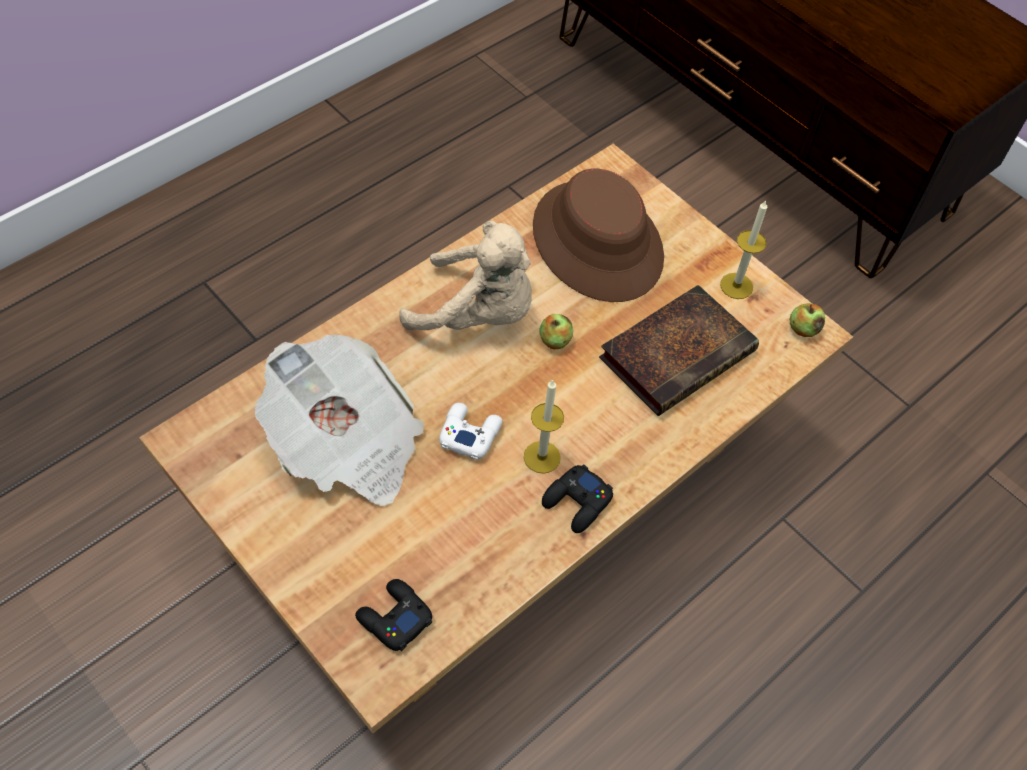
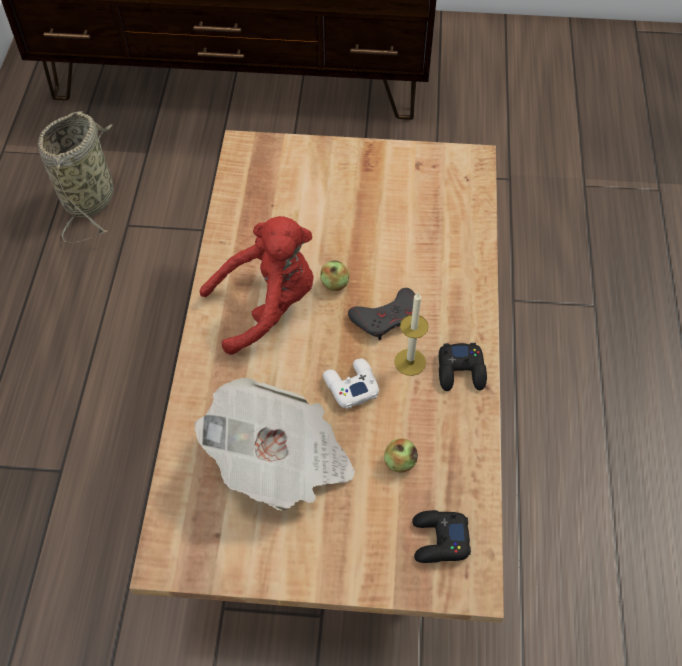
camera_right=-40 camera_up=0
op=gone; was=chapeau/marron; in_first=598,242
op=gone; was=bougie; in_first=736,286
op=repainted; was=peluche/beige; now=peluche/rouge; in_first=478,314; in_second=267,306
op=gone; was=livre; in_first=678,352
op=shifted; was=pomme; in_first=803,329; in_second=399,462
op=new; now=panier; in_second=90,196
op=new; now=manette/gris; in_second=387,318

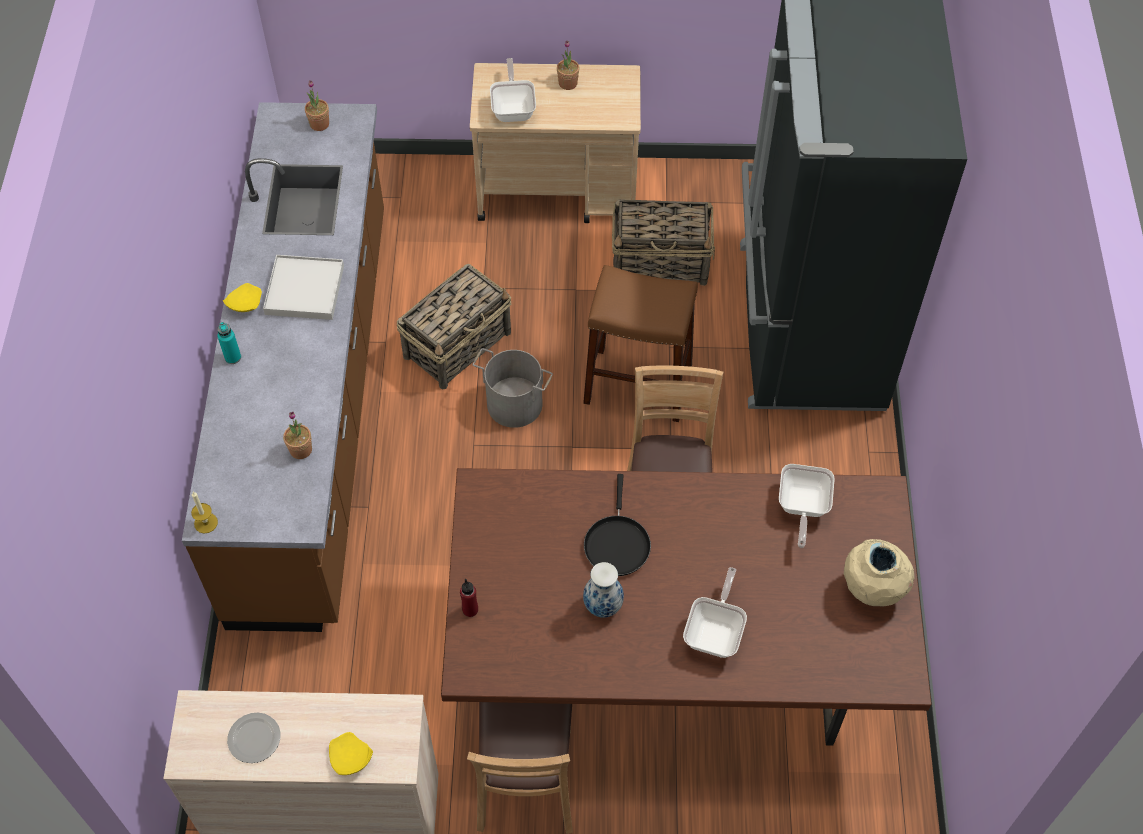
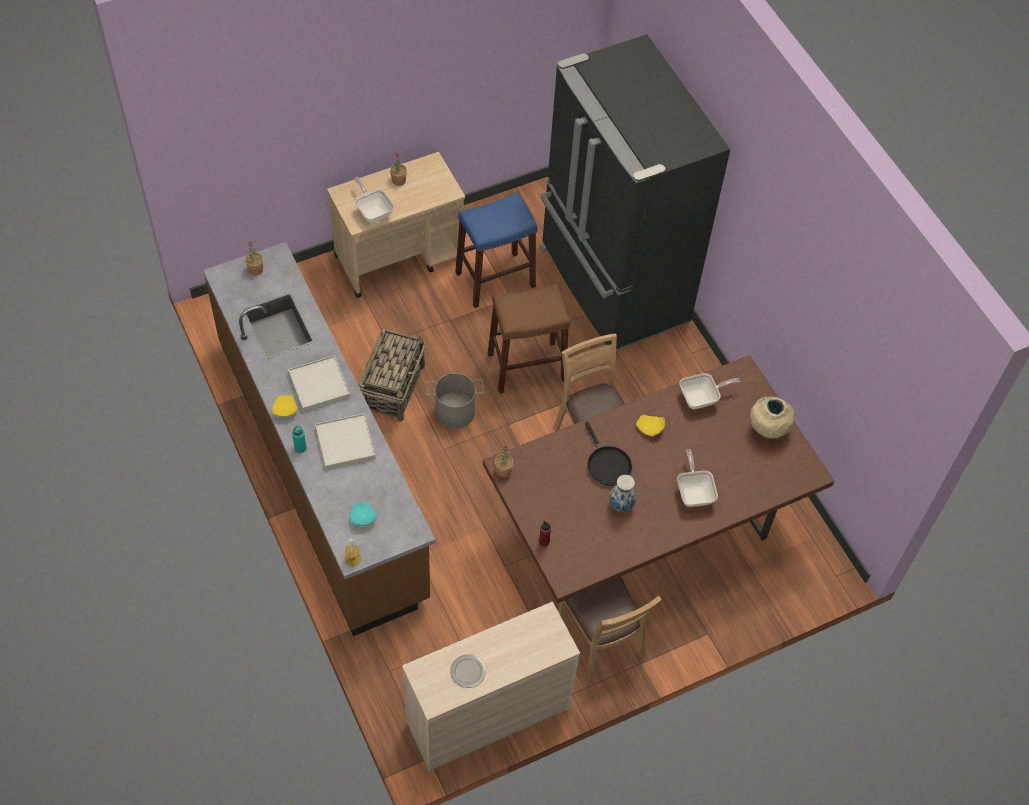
camera_right=-30 camera_up=0
op=swapped; was=panier; now=tabouret/bleu; in_first=661,262; in_second=495,279
op=shifted; was=plante en pot; in_first=301,450; in_second=503,471
op=rotated; was=poêle; in_first=801,508; in_second=702,398; clockwise=-90
op=shifted; was=assiette/jaune; in_first=350,759; in_second=650,428
op=new; now=plateau/blanc; in_second=345,443
op=new; now=assiette/turquoise; in_second=362,518

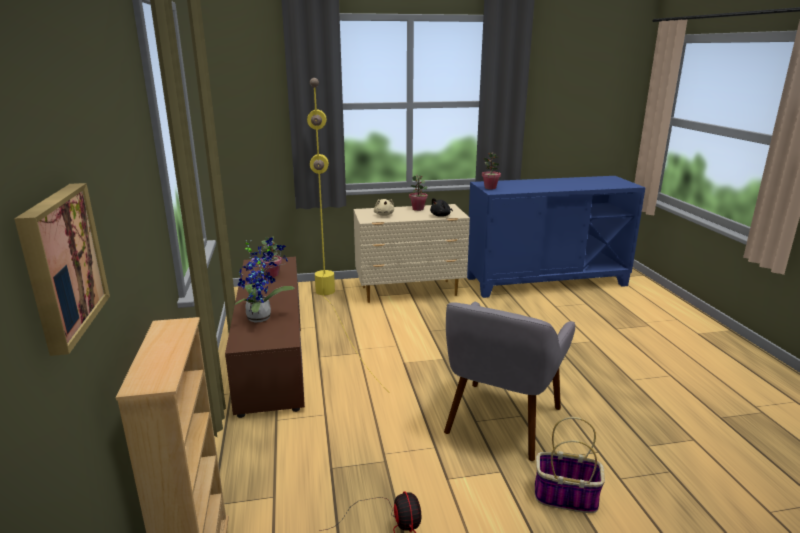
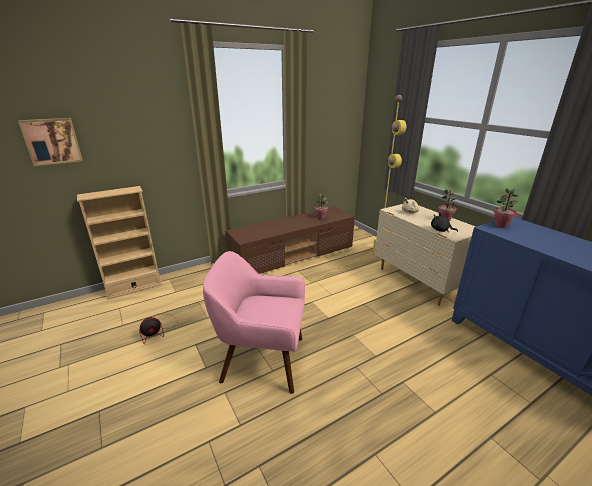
camera_right=70 camera_up=5
op=gone; was=plante en pot; in_first=262,317
op=repainted; was=fauteuil/gris; now=fauteuil/rose; in_first=501,421; in_second=262,360
op=gone; was=panier; in_first=564,497

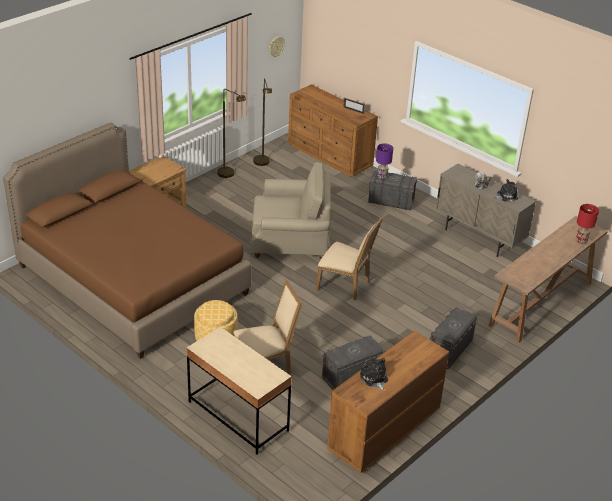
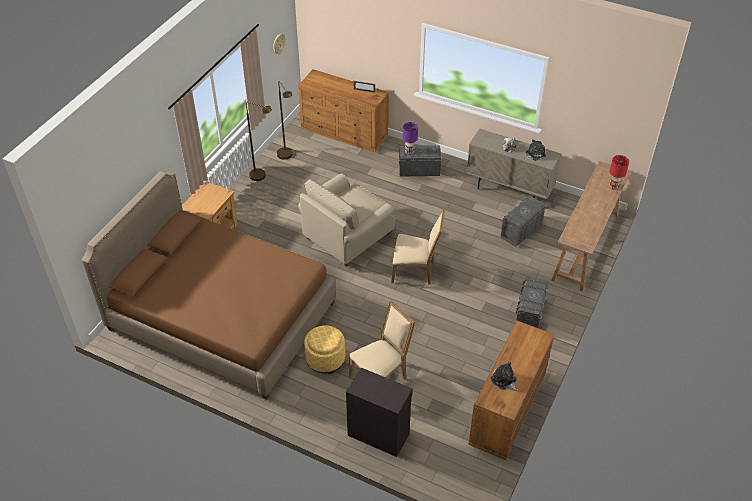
camera_right=-15 camera_up=10
op=rotated; was=fauteuil/beige; in_first=290,241; in_second=348,236; clockwise=150
op=swapped; was=bureau/beige; now=meuble de rangement/noir; in_first=238,416; in_second=378,433
op=shifted; was=boîte de rangement/gris; in_first=351,376; in_second=521,231

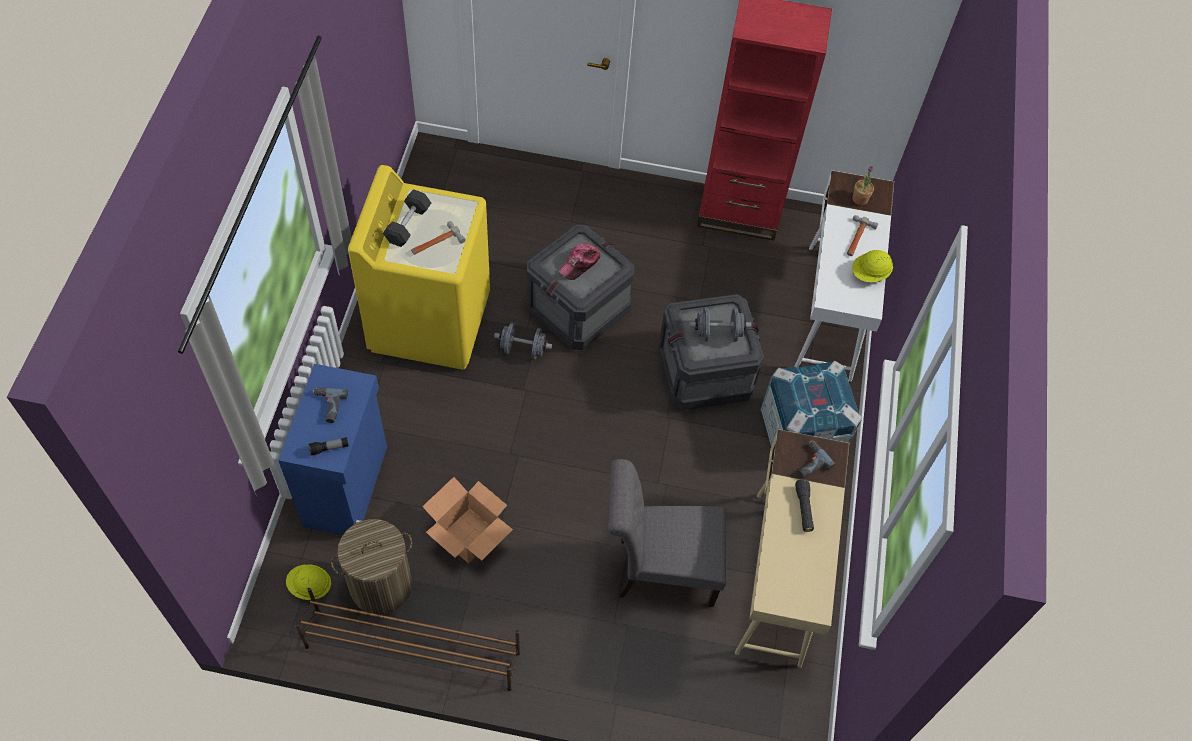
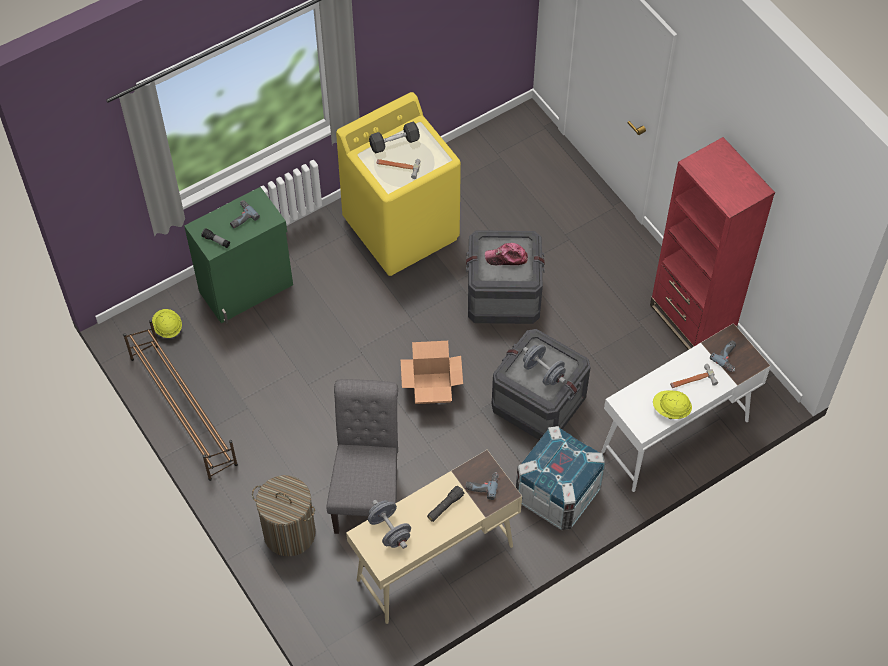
camera_right=50 camera_up=0
op=swapped; was=plante en pot; now=perceuse; in_first=860,199; in_second=728,357
op=shifted; was=haltère/gris; in_first=523,349; in_second=389,530
op=repainted; was=meuble de rangement/bleu; now=meuble de rangement/vert; in_first=348,486; in_second=247,289
op=rotated; was=chaise/gris; in_first=658,570; in_second=368,493; clockwise=45
op=shifted; was=carton; in_first=469,534; in_second=432,388
op=shifted; was=panier à linge; in_first=380,585; in_second=289,533

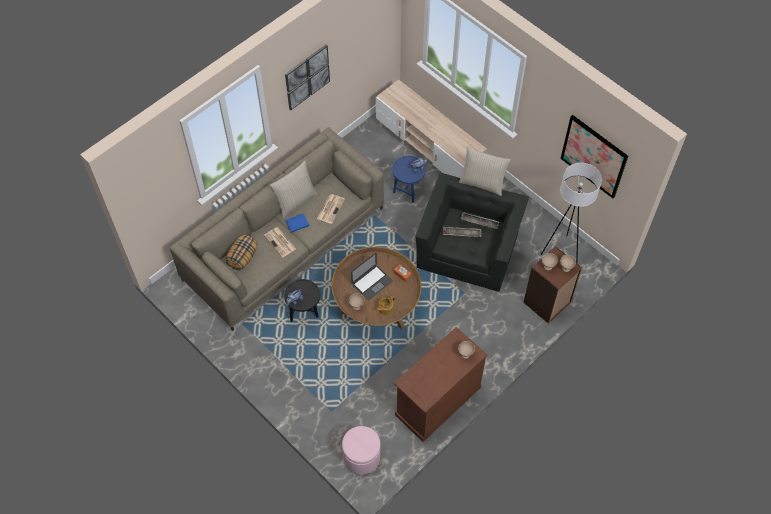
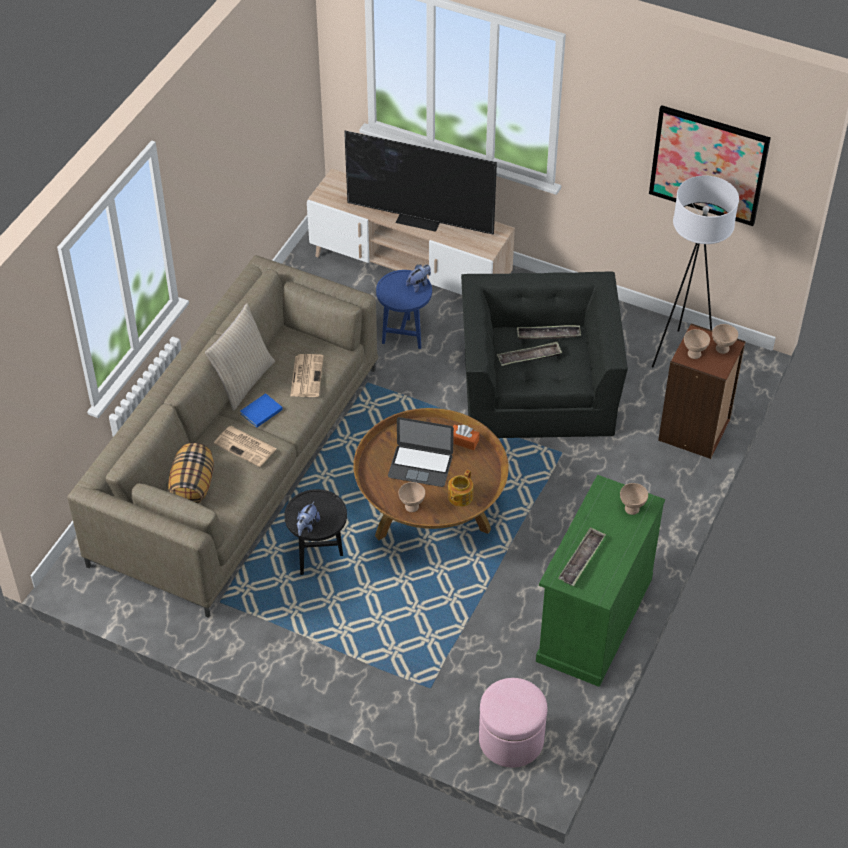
camera_right=-20 camera_up=-10
op=gone; was=tableau; in_first=307,77
op=gone; was=coussin/beige; in_first=482,183
op=rotated; was=ordinateur portable; in_first=372,282; in_second=420,465; clockwise=75
op=repainted; was=meuble de rangement/marron; now=meuble de rangement/vert; in_first=437,401; in_second=594,619
op=new; now=téléviseur; in_second=420,219
op=new; now=plateau; in_second=581,559

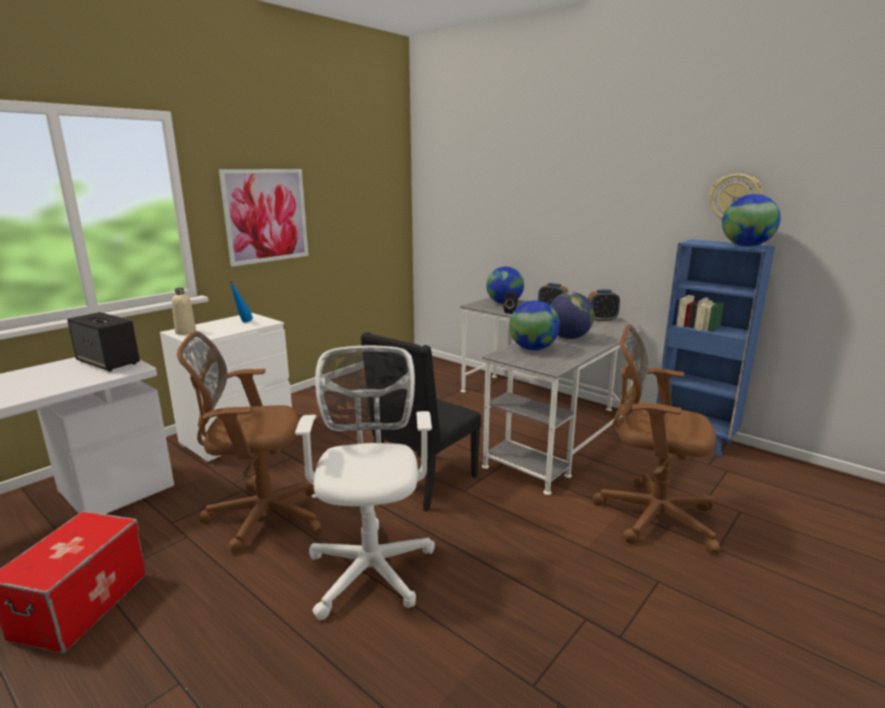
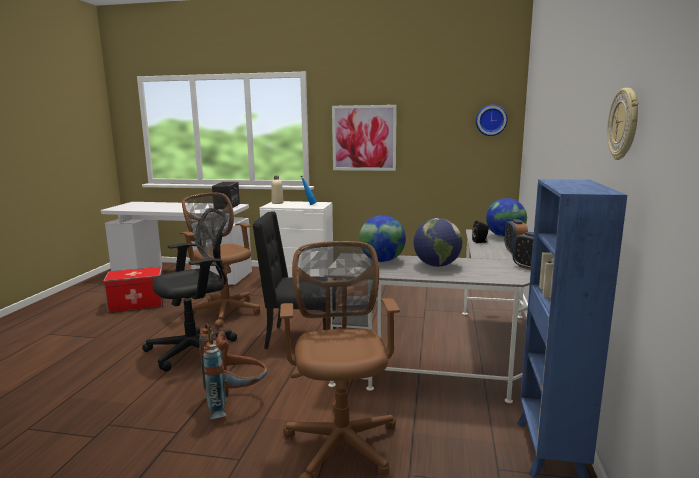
camera_right=60 camera_up=-5
op=gone; was=globe; in_first=746,246
op=repainted; was=chaise de bureau/blanc; now=chaise de bureau/noir; in_first=371,566; in_second=196,350
op=new; now=horloge murale; in_second=491,120
op=new; now=sac à dos/marron; in_second=235,403

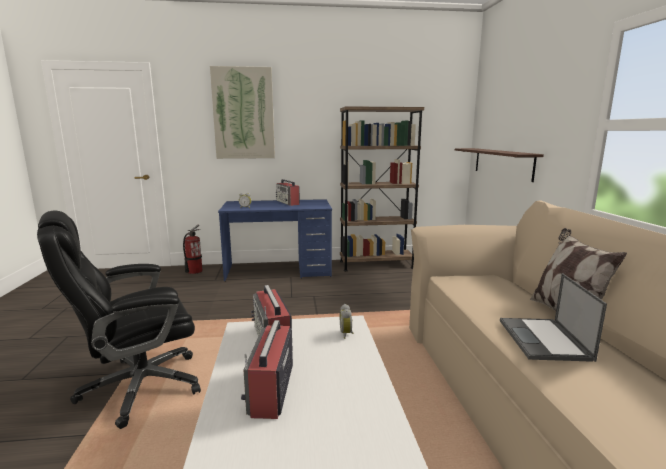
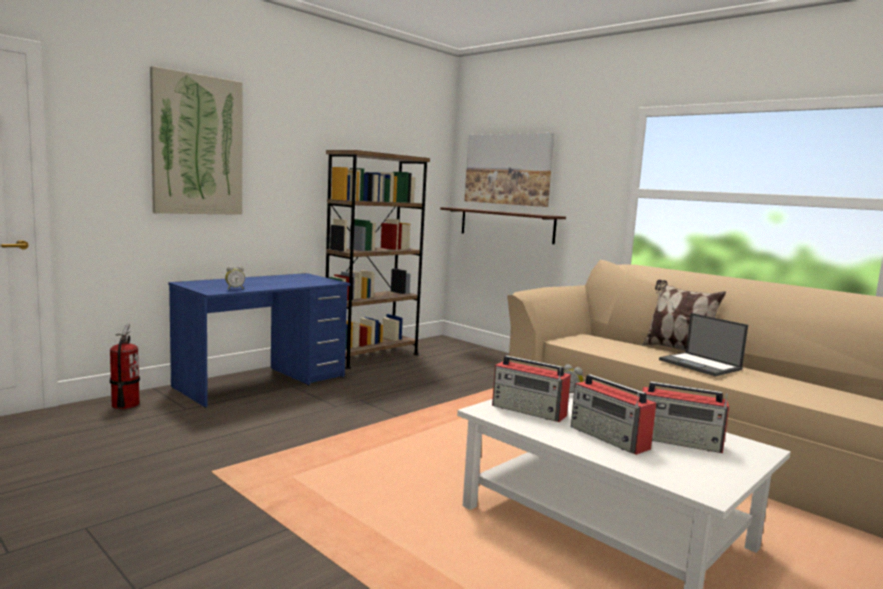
camera_right=-40 camera_up=-5
op=shifted; was=radio; in_first=288,203; in_second=680,441
op=gone; was=chaise de bureau/noir; in_first=139,387
op=new; now=tableau; in_second=508,169

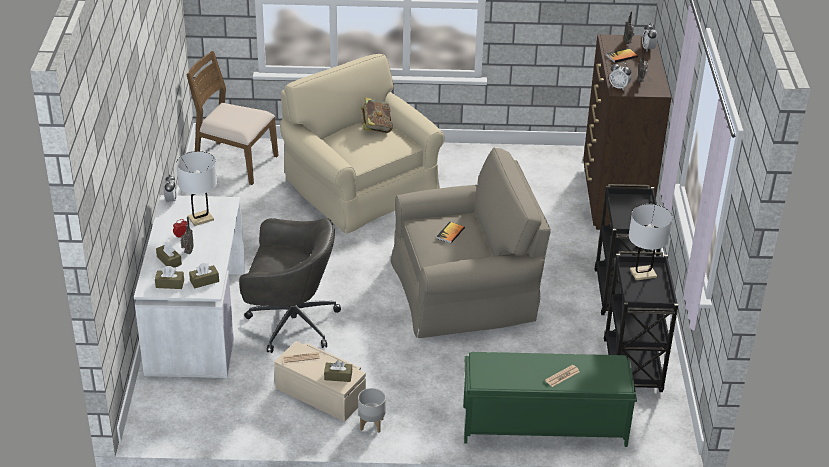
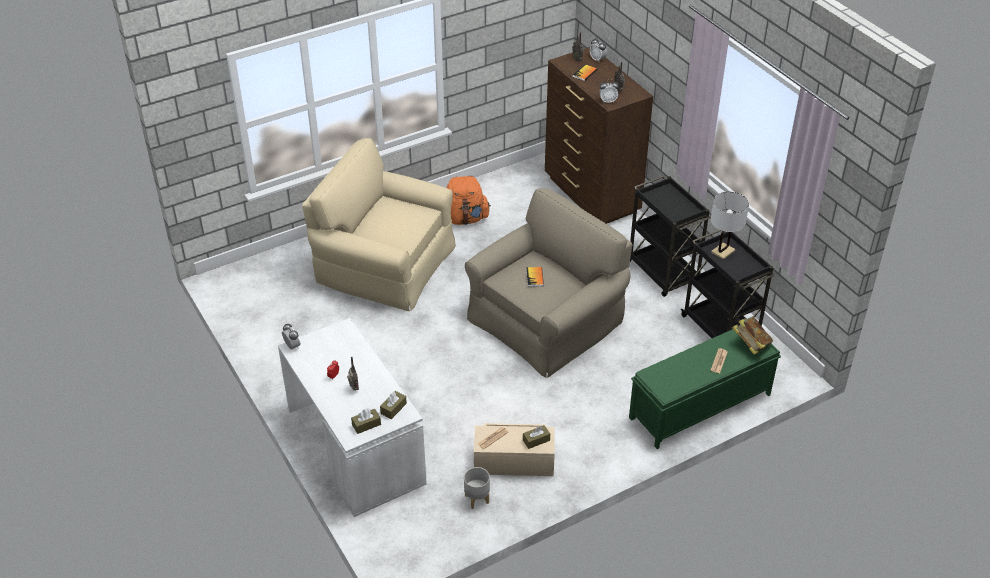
camera_right=-30 camera_up=5
op=gone; was=chaise/marron; in_first=235,162
op=shifted; was=livre; in_first=376,127; in_second=750,345
op=gone; was=lampe de table/blanc; in_first=201,218
op=gone; was=chaise de bureau/gris; in_first=290,323
op=gone; was=boîte à mouchoirs/marron; in_first=169,261
op=shifted; was=cache-pot/gris; in_first=372,424; in_second=477,499
op=new; now=sac à dos/orange; in_second=464,219

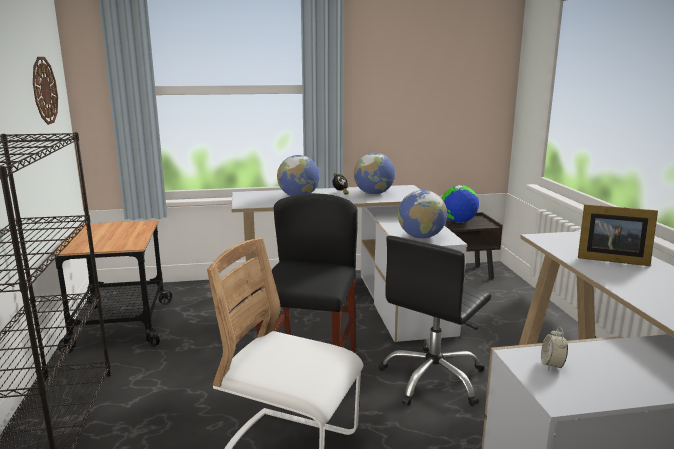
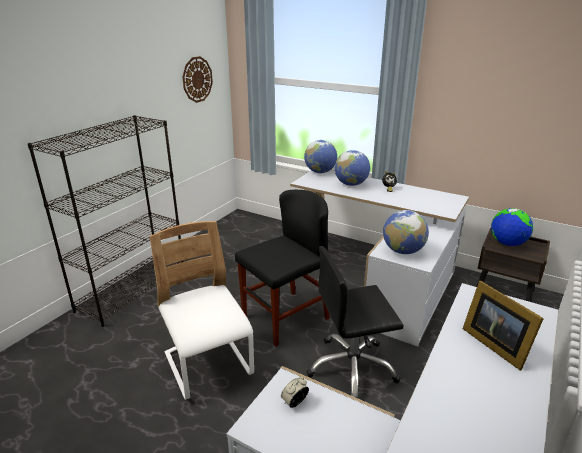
camera_right=40 camera_up=10
op=shifted; was=globe; in_first=374,194; in_second=320,172
op=gone; was=chariot; in_first=120,326

